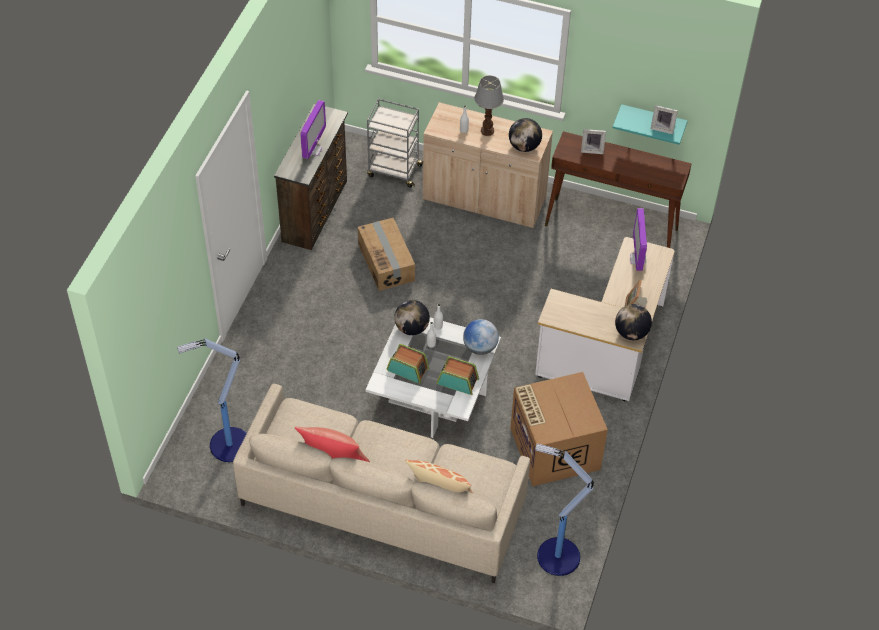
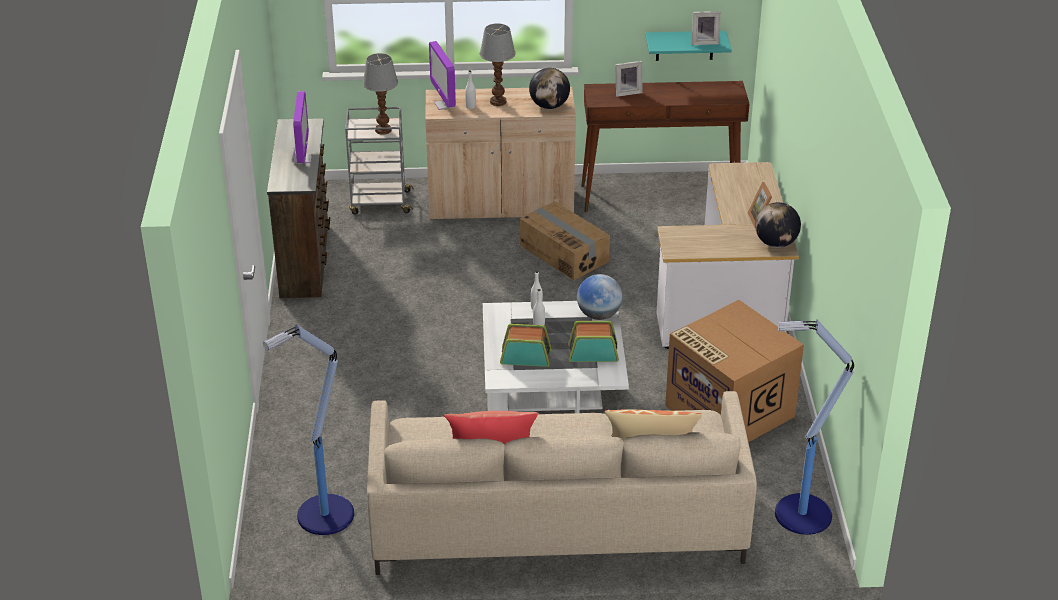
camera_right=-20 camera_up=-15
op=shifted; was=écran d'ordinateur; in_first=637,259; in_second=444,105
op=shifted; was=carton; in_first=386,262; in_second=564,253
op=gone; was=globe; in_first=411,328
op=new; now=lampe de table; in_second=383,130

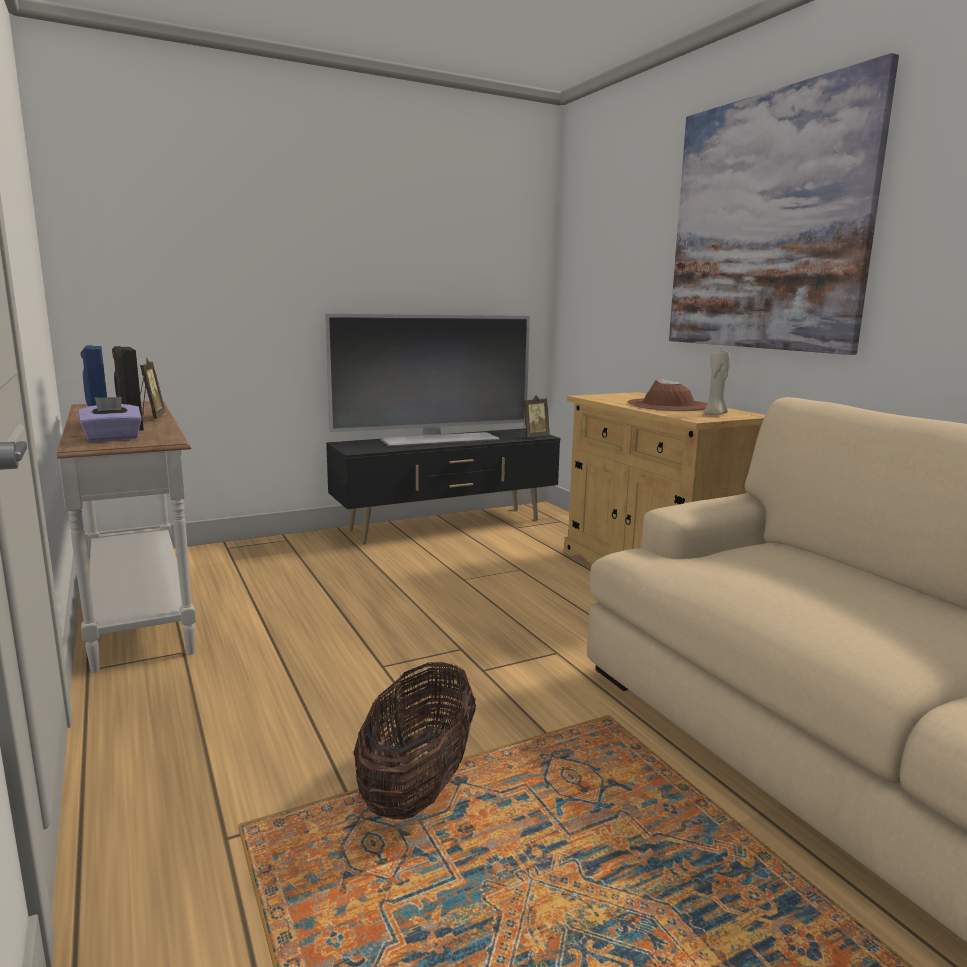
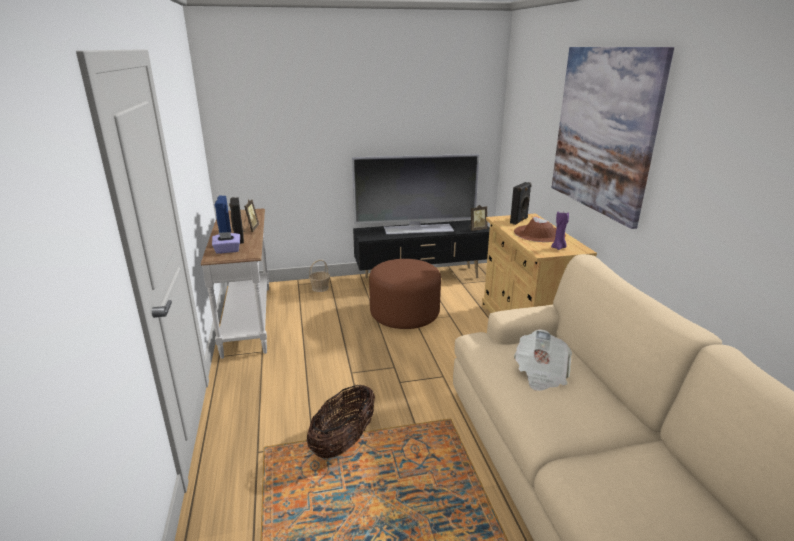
camera_right=15 camera_up=10
op=repainted; was=bougie/beige; now=bougie/violet; in_first=715,414; in_second=558,248
op=new; now=enceinte/noir; in_second=519,221
op=new; now=pouf/marron; in_second=404,314
op=new; now=panier; in_second=320,288
op=new; now=journal; in_second=541,373

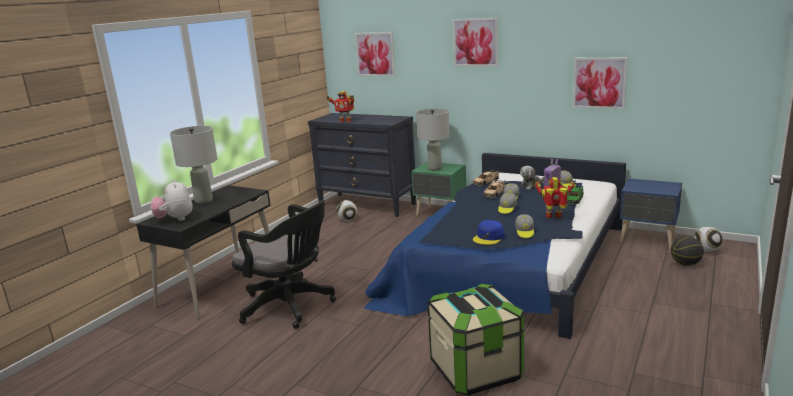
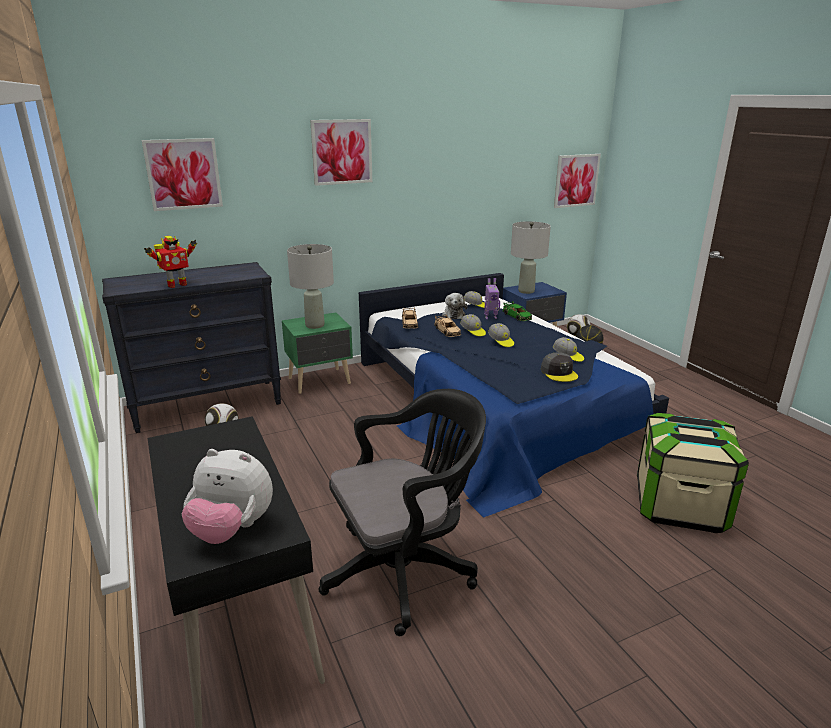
camera_right=-55 camera_up=5
op=shifted; was=tableau; in_first=599,83; in_second=576,180
op=shifted; was=lampe de table/gris; in_first=204,200; in_second=526,291
op=gone; was=robot jouet; in_first=554,217
op=repainted; was=casquette/bleu; now=casquette/gris; in_first=489,238; in_second=559,373

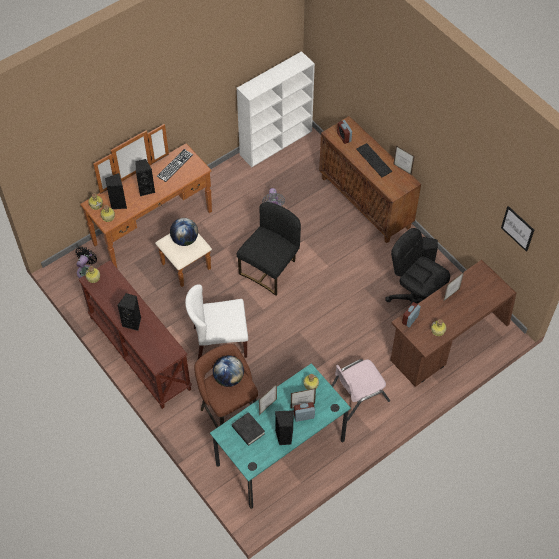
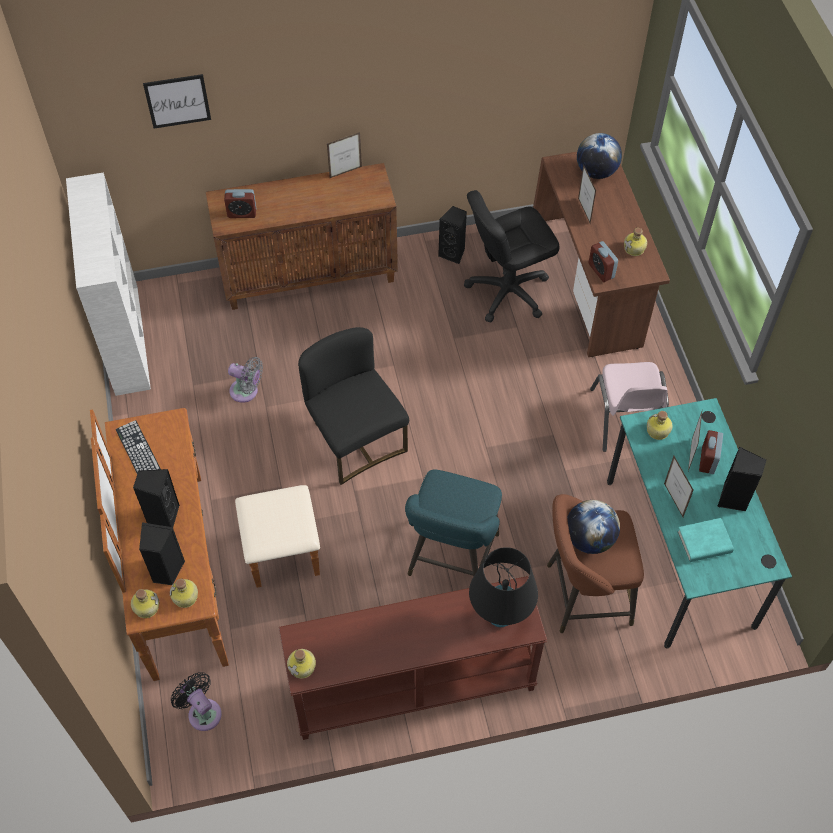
camera_right=-65 camera_up=0
op=gone; was=clavier; in_first=375,160
op=shifted; was=tableau; in_first=517,228; in_second=177,101
op=shifted; was=globe; in_first=185,240; in_second=596,172
op=swapped; was=chaise/blanc; now=tabouret/turquoise; in_first=219,342; in_second=451,559
op=gone; was=enceinte/noir; in_first=133,322
op=repainted; was=livre/noir; now=livre/turquoise; in_first=248,430; in_second=704,542
op=new; now=lampe de table/noir; in_second=500,617

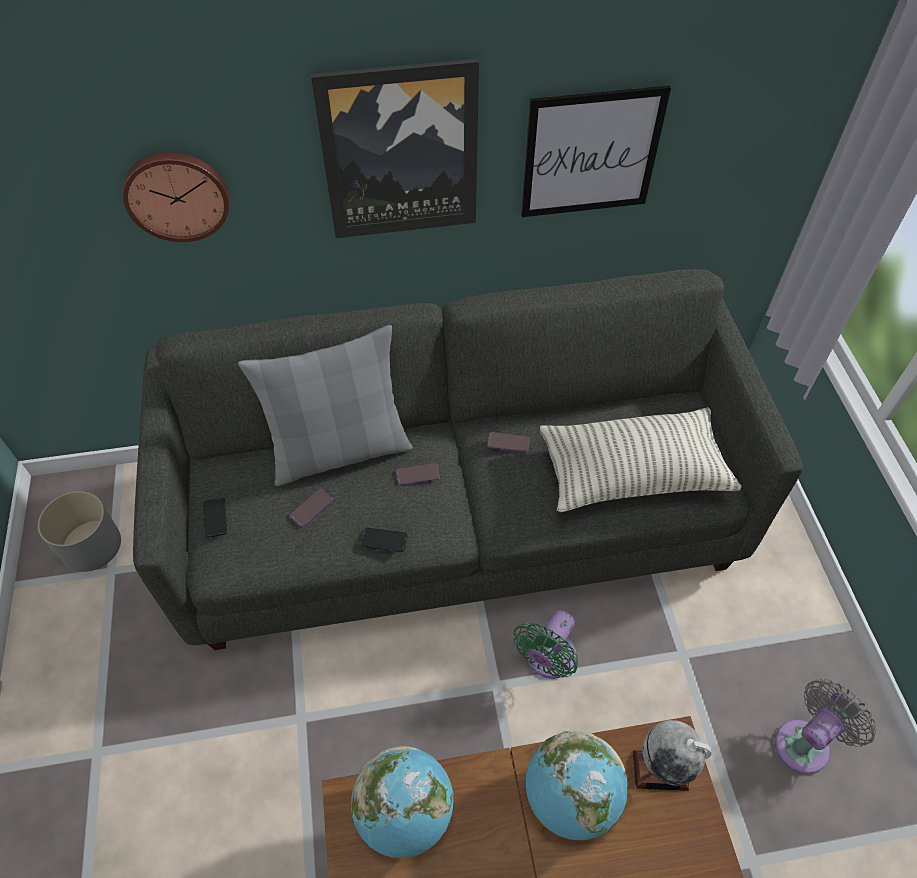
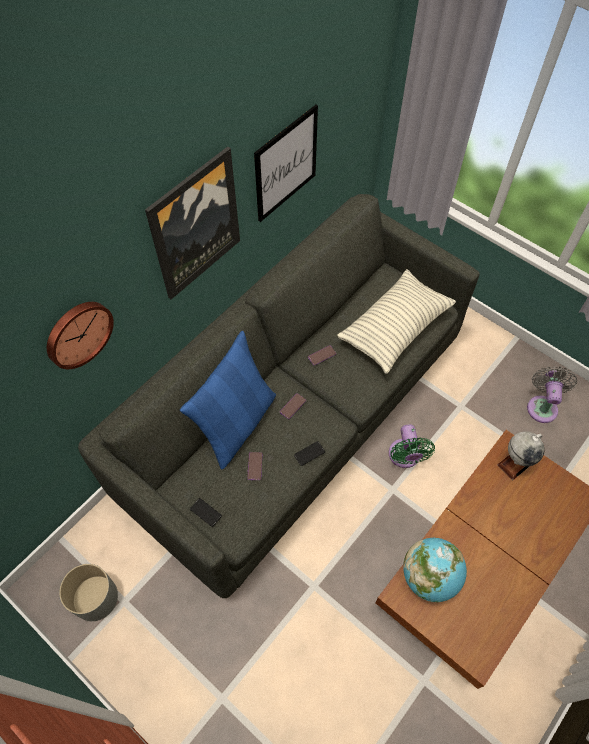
camera_right=-40 camera_up=5
op=repainted; was=coussin/gris; now=coussin/bleu; in_first=340,450; in_second=237,424
op=gone; was=globe; in_first=570,797

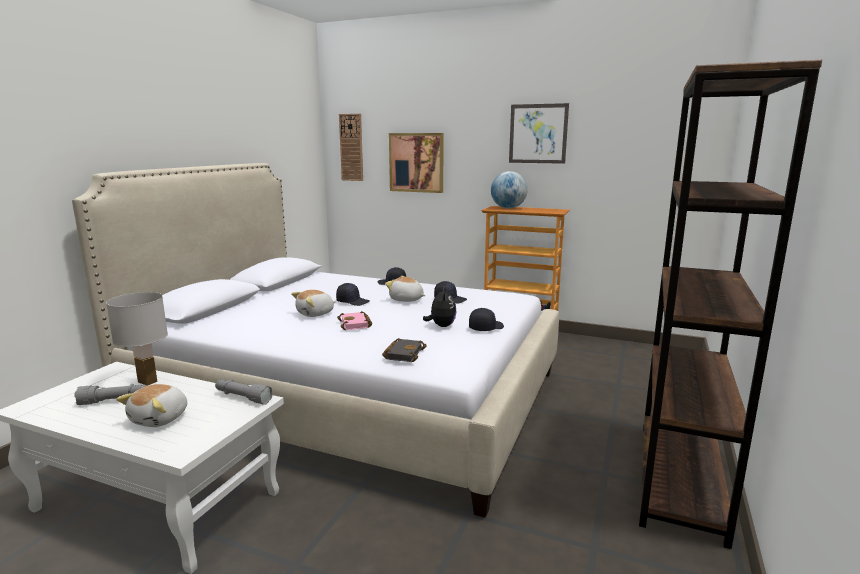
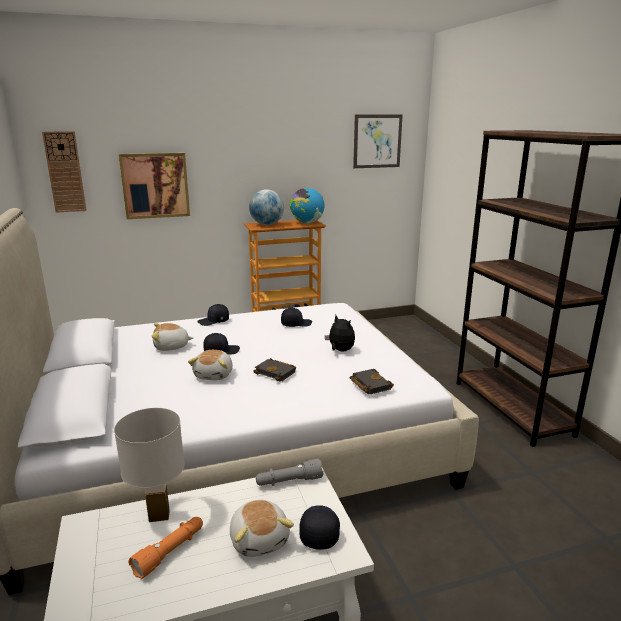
camera_right=-40 camera_up=5
op=shifted; was=tableau; in_first=538,133; in_second=377,141
op=shifted; was=peluche; in_first=406,299; in_second=171,347
op=shifted; was=casquette/noir; in_first=485,328; in_second=319,531
op=repainted; was=livre/rose; now=livre/noir; in_first=356,324; in_second=276,372
op=repainted; was=lampe de poche/gris; now=lampe de poche/orange; in_first=115,401; in_second=170,552
op=new; now=globe; in_second=307,223

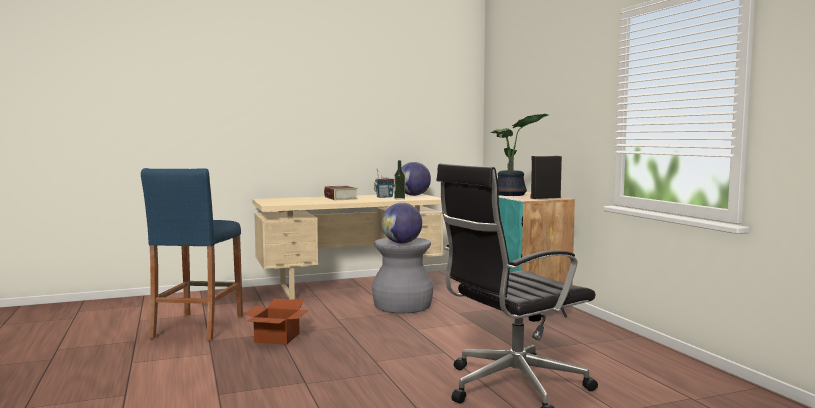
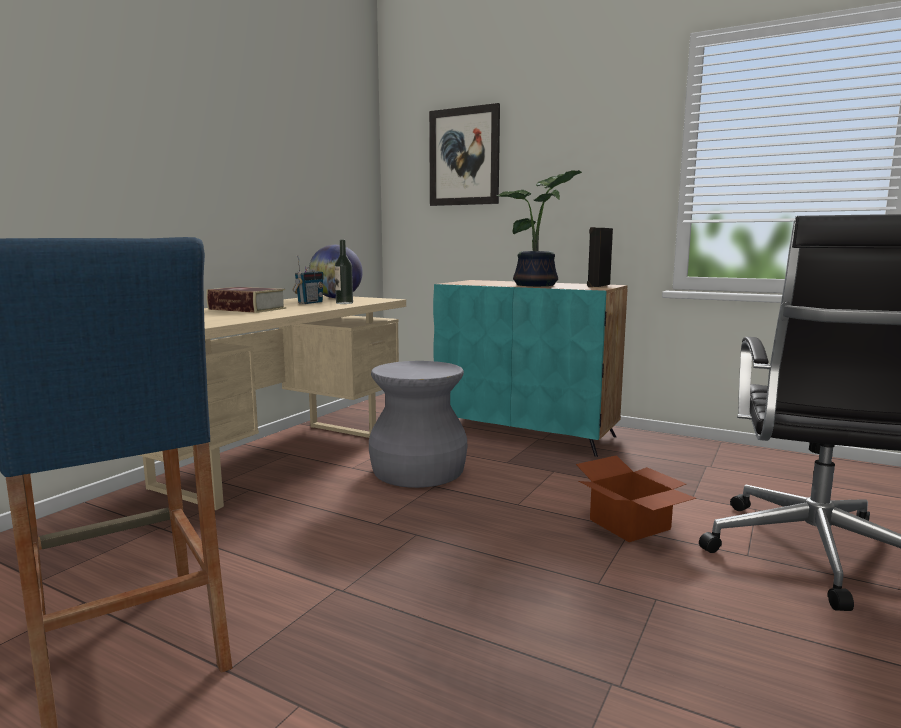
camera_right=-40 camera_up=5
op=gone; was=globe; in_first=401,243
op=shifted; was=carton; in_first=276,338; in_second=630,525
op=new; now=tableau; in_second=464,157

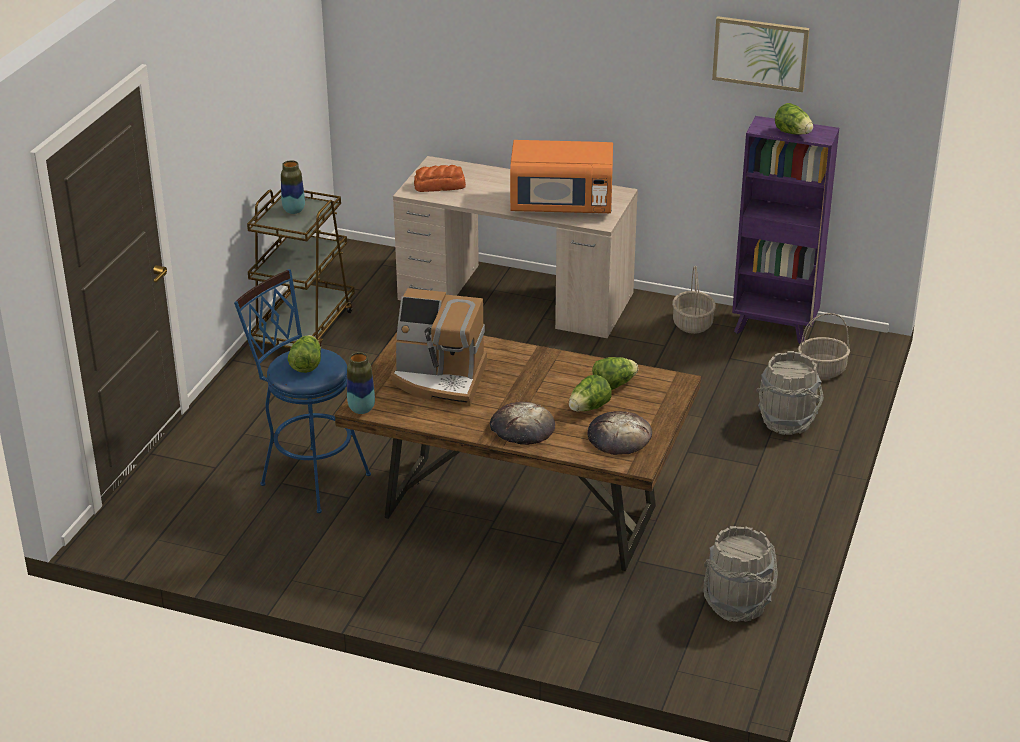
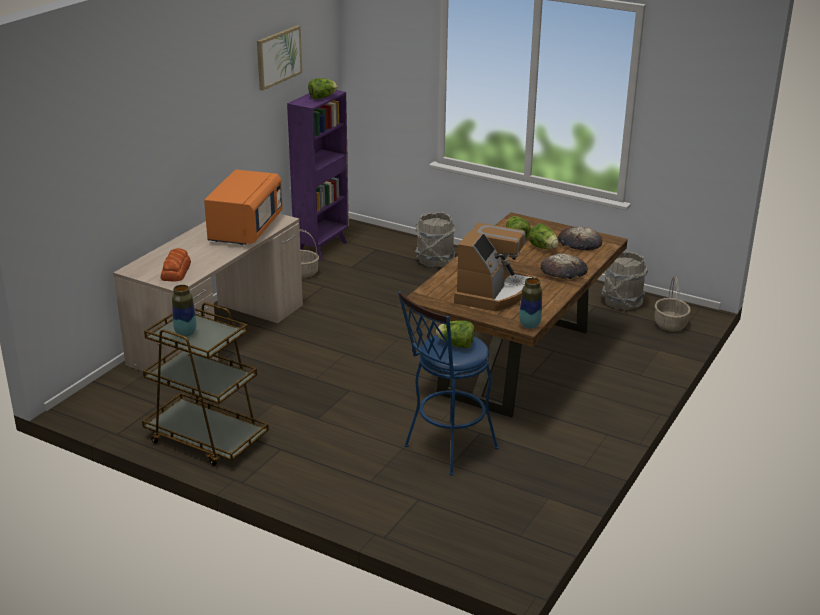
camera_right=-80 camera_up=-5
op=shifted; was=panier; in_first=821,370; in_second=670,324

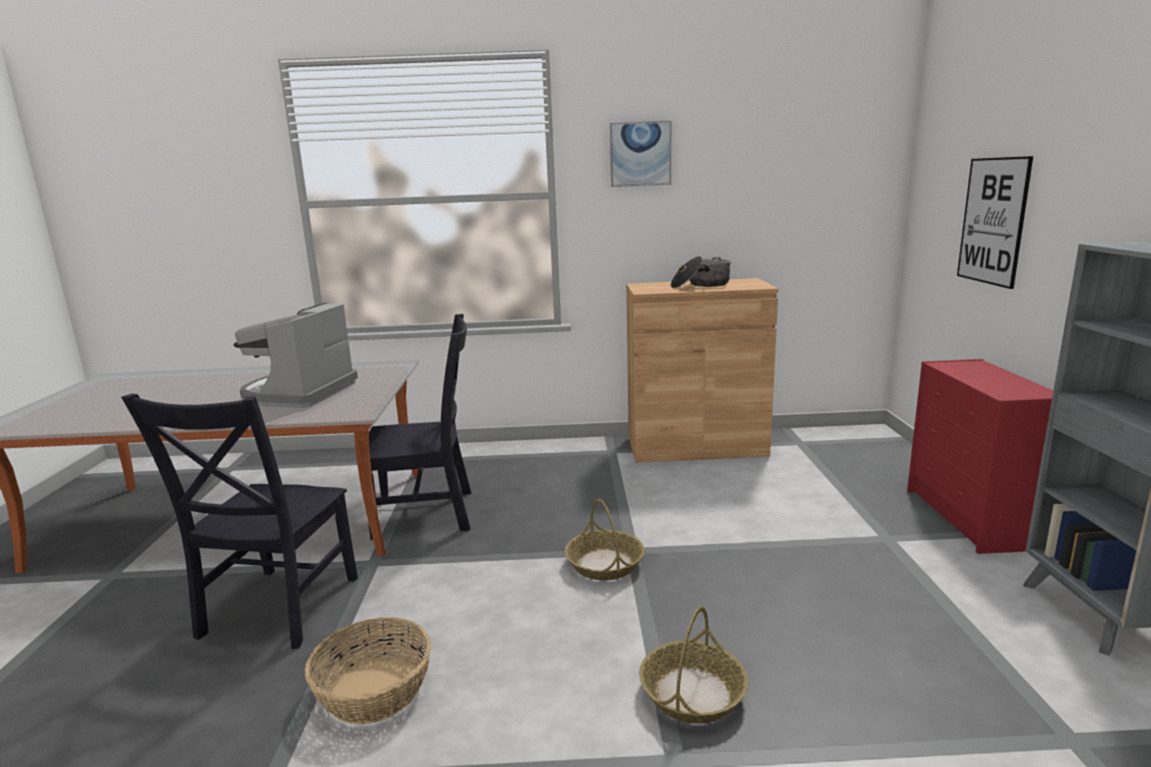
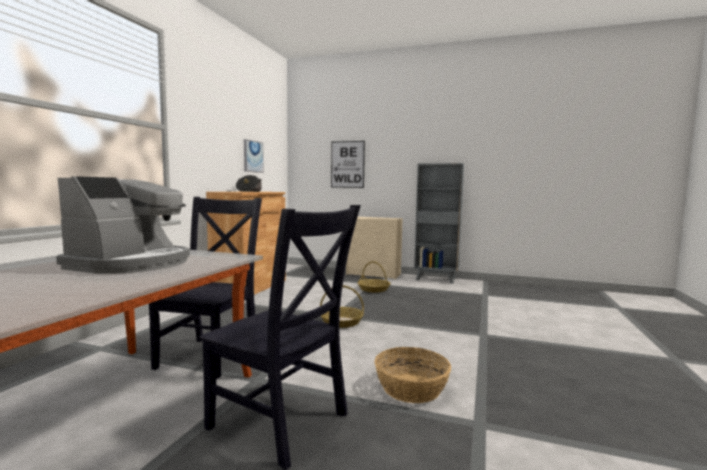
camera_right=-70 camera_up=-10
op=shifted; was=tableau; in_first=640,154; in_second=253,156
op=rotated; was=machine à café; in_first=299,393; in_second=132,264; clockwise=-105
op=repainted; was=commode/rouge; now=commode/beige; in_first=971,519; in_second=374,274
op=shifted; was=panier; in_first=692,692; in_second=373,289

